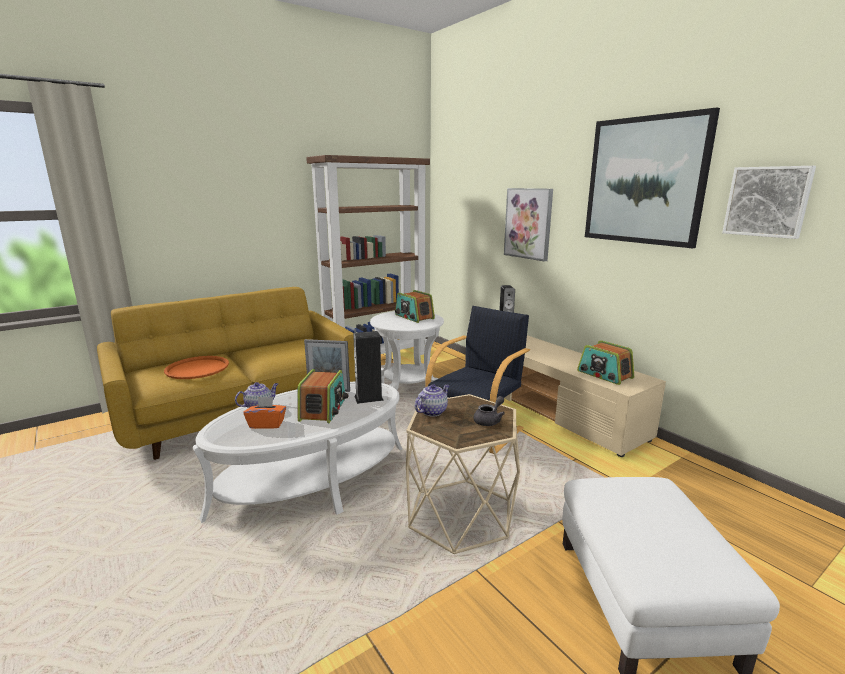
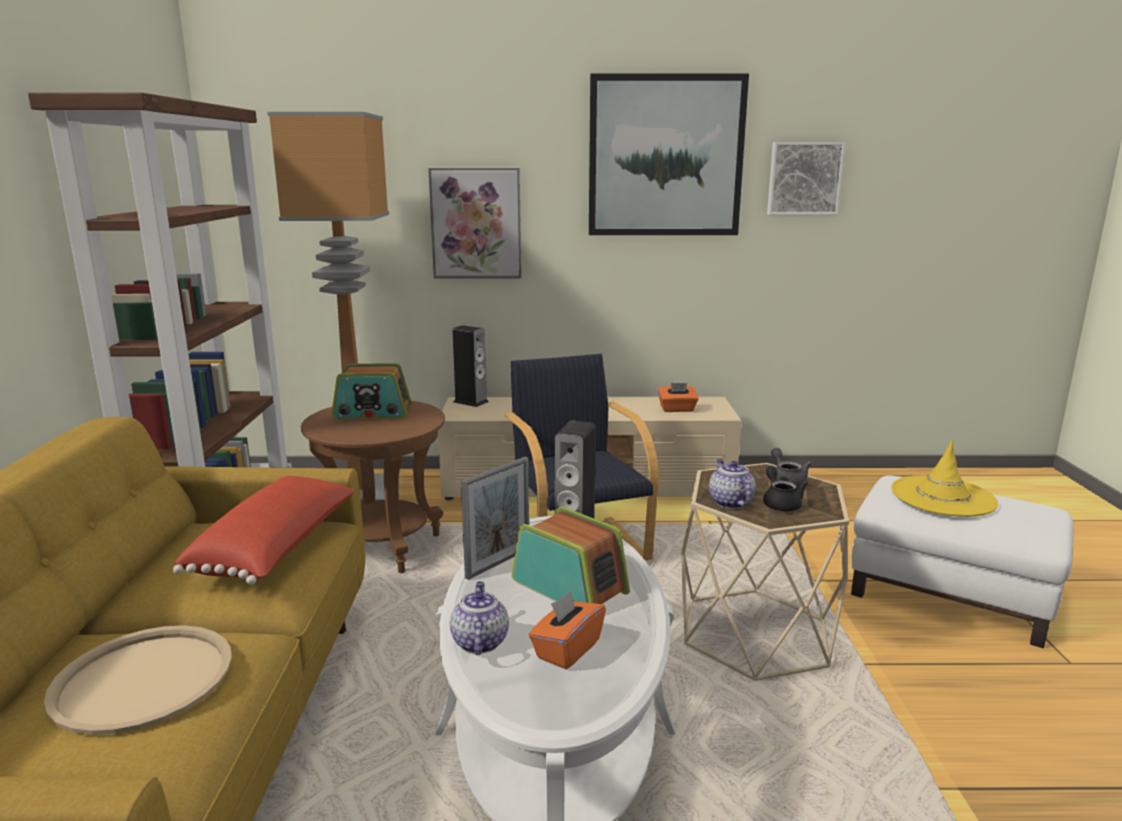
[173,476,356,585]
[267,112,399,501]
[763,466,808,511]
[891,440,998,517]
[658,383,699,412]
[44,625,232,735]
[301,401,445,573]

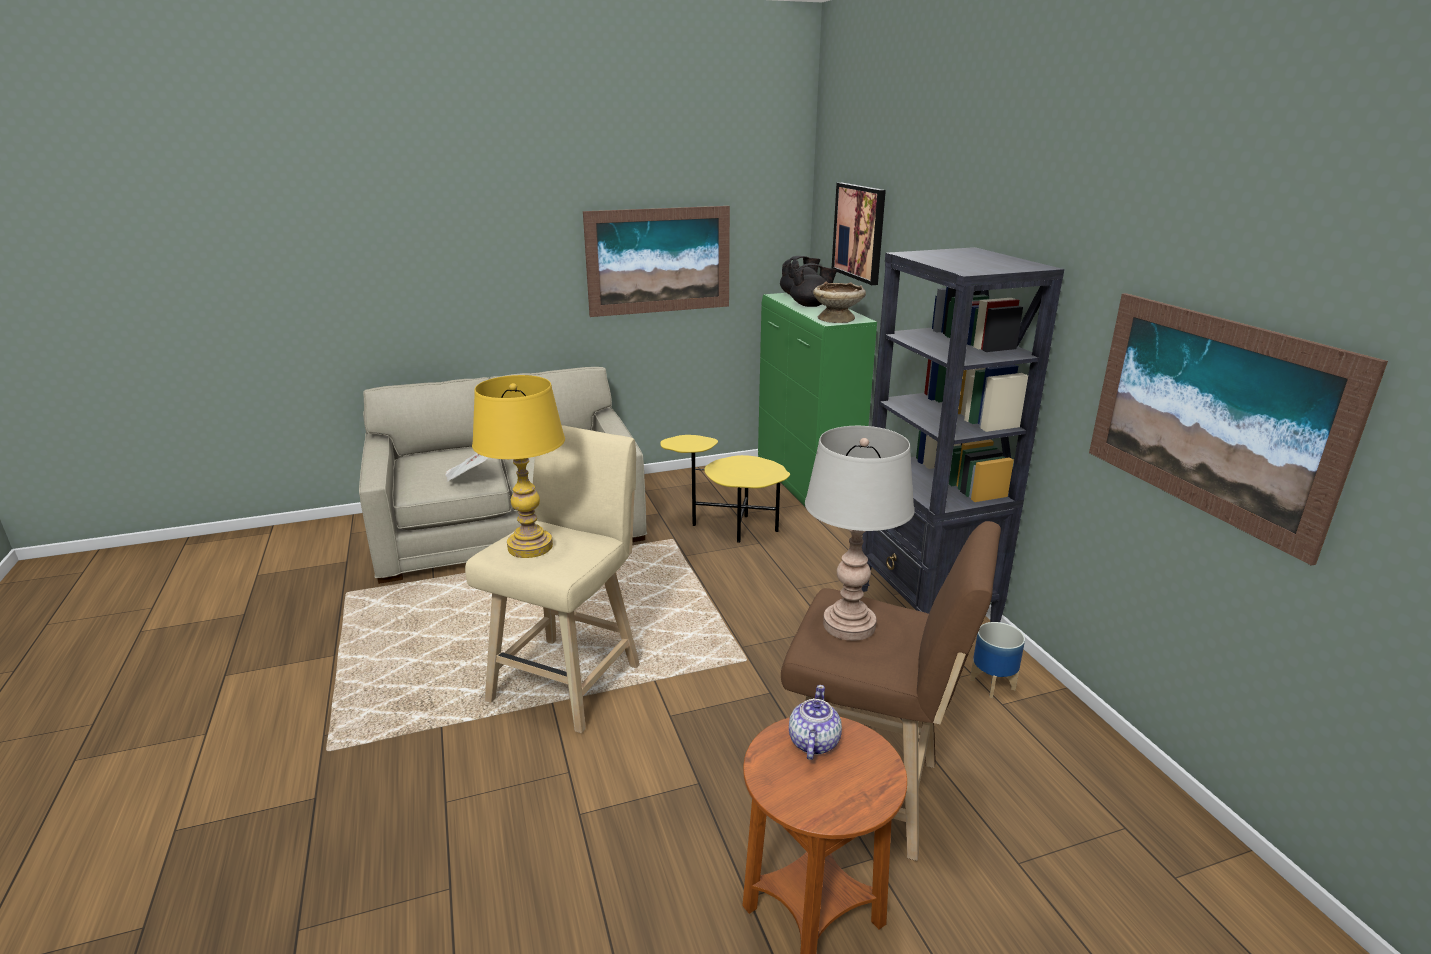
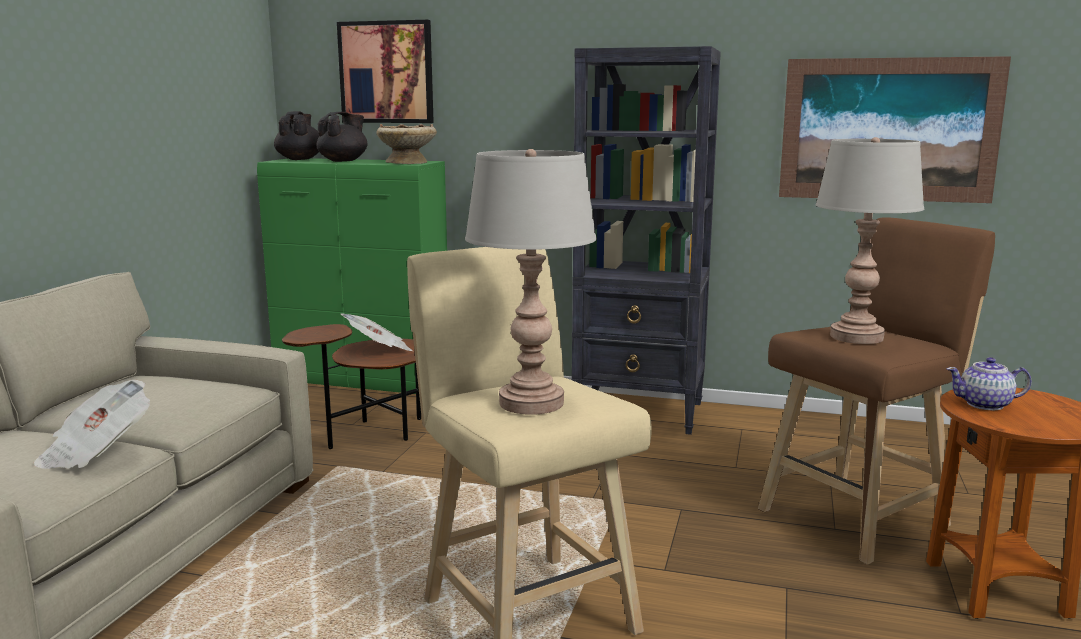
[583,206,730,317] (first image)
[970,622,1025,698] (first image)
[340,313,413,351]
[465,149,597,415]
[282,324,421,449]
[947,357,1032,410]

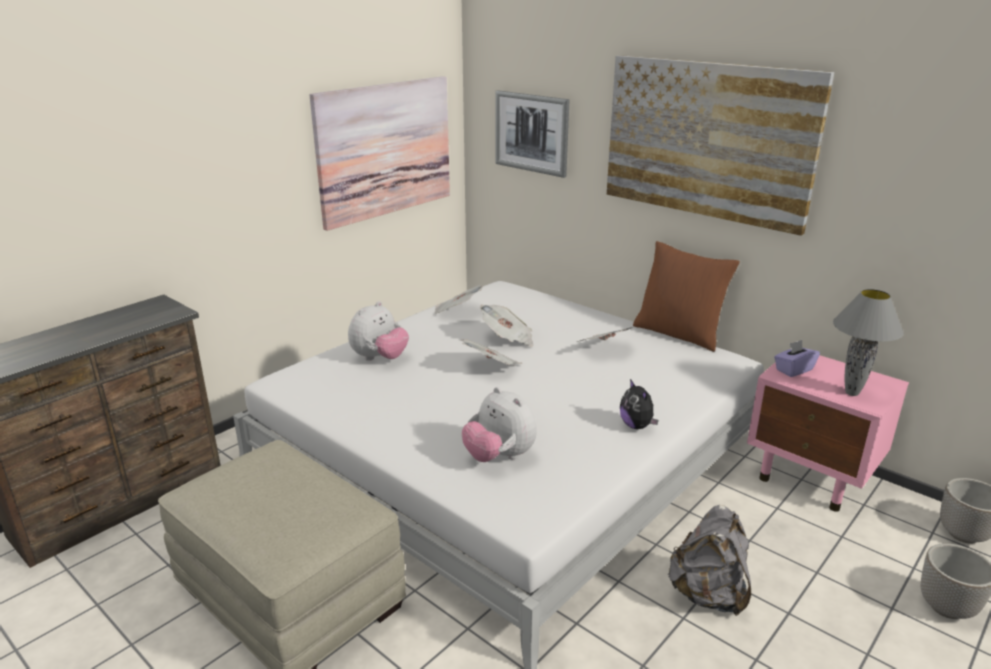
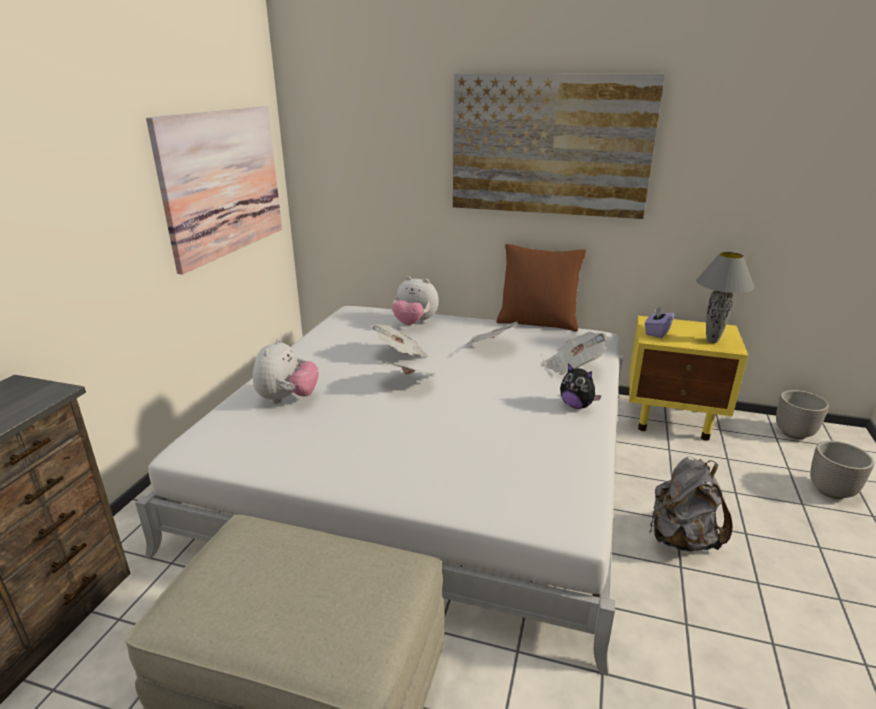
[496,90,569,178] (first image)
[543,332,608,375]
[392,276,439,325]
[629,316,748,441]

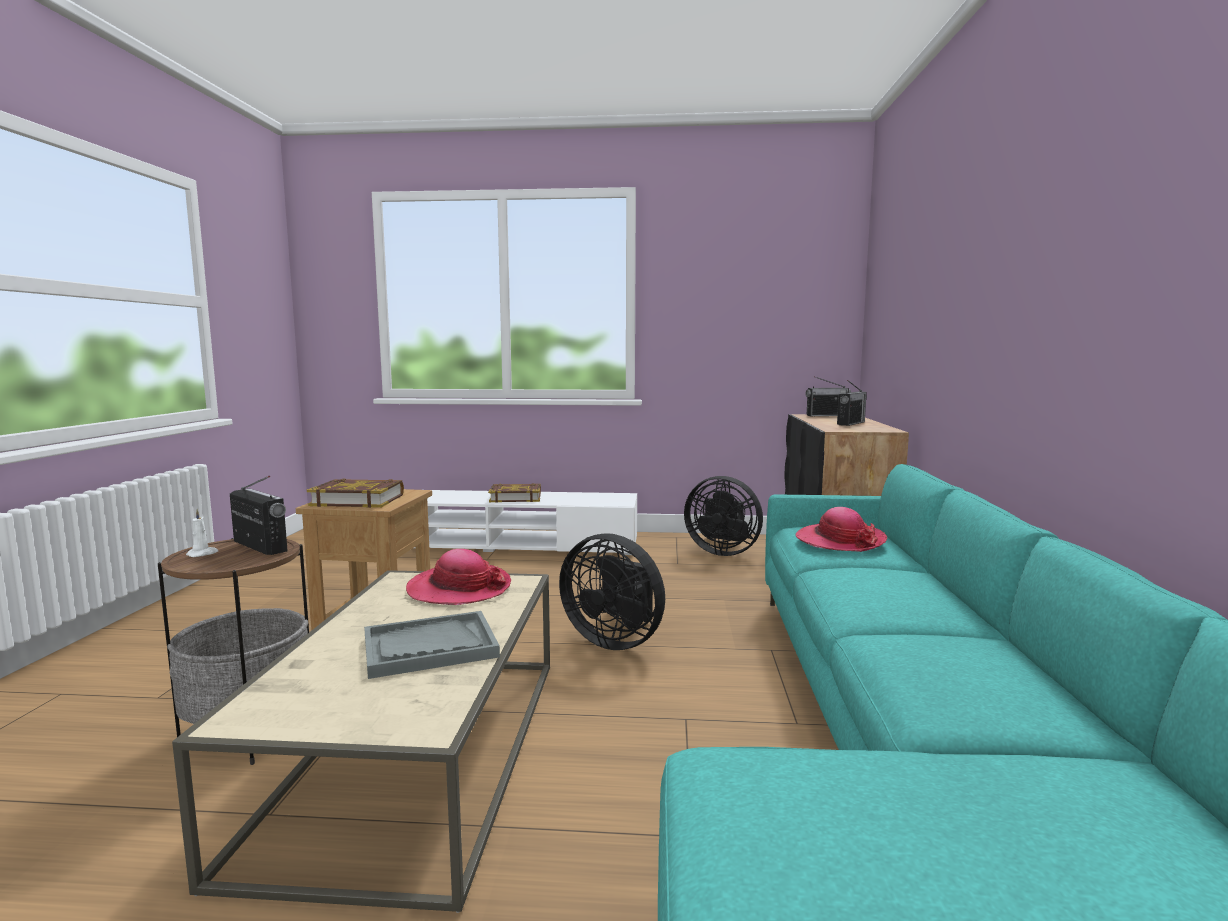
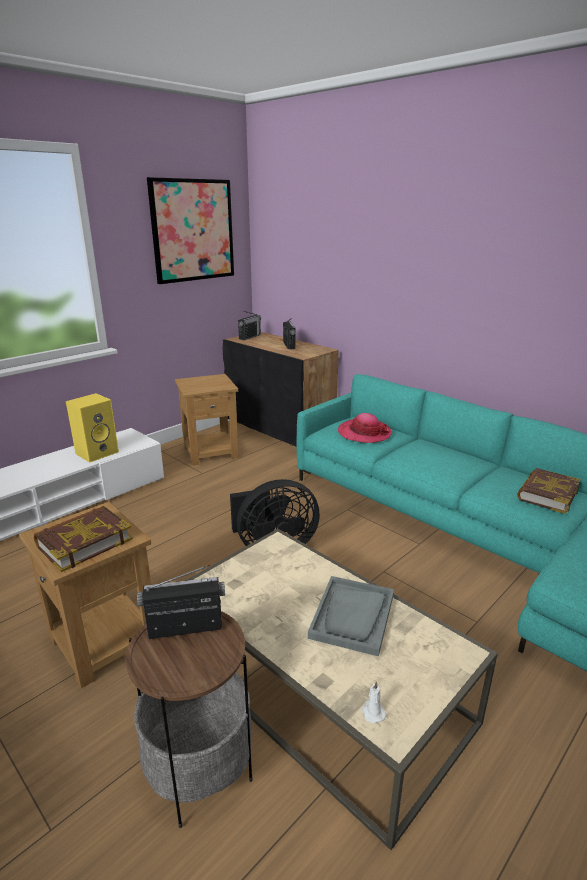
[406,549,511,605] (first image)
[66,393,119,463]
[147,177,234,284]
[362,681,386,723]
[517,468,581,514]
[175,374,239,465]

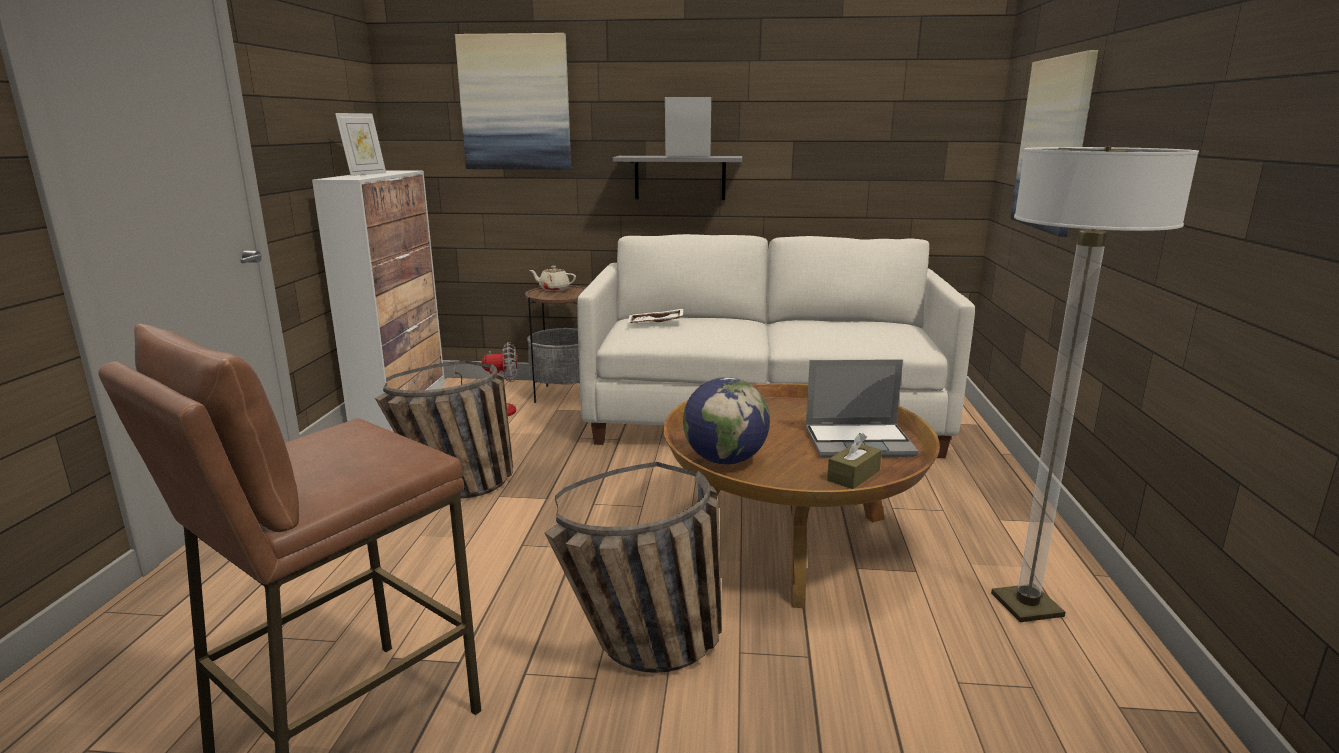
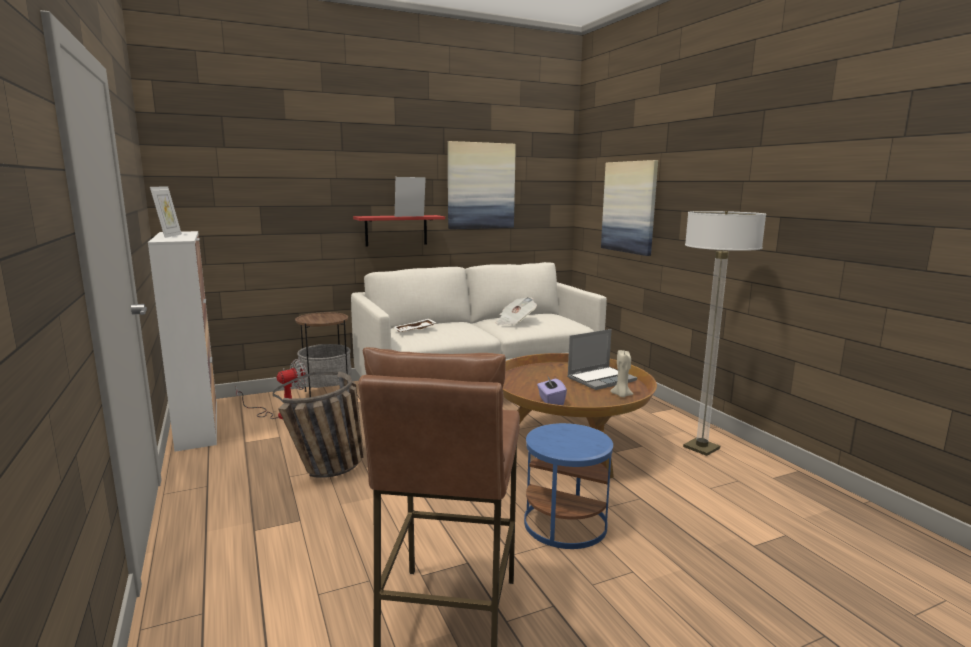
[530,266,576,291] (first image)
[495,297,537,325]
[448,141,516,229]
[524,423,613,549]
[537,375,567,405]
[610,350,633,397]
[353,215,445,247]

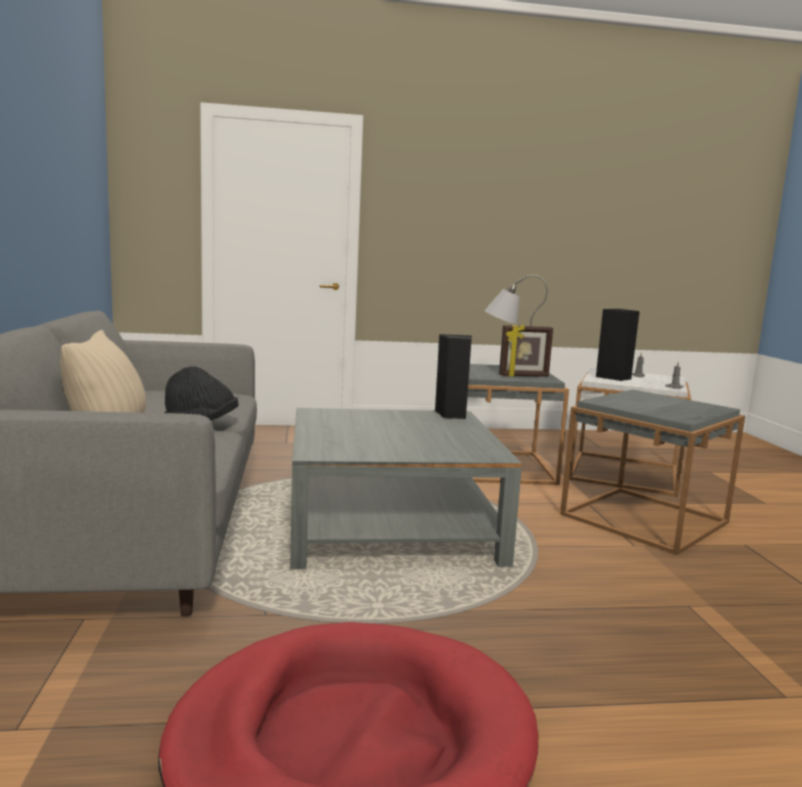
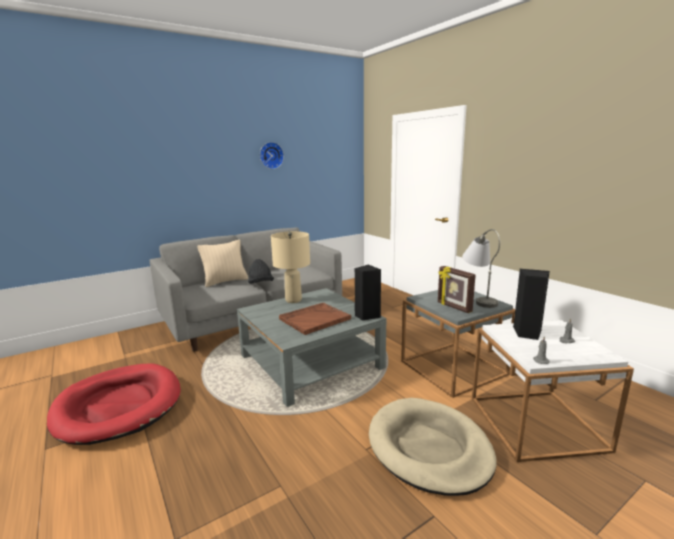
[260,142,284,169]
[271,231,310,303]
[279,303,351,335]
[369,398,496,496]

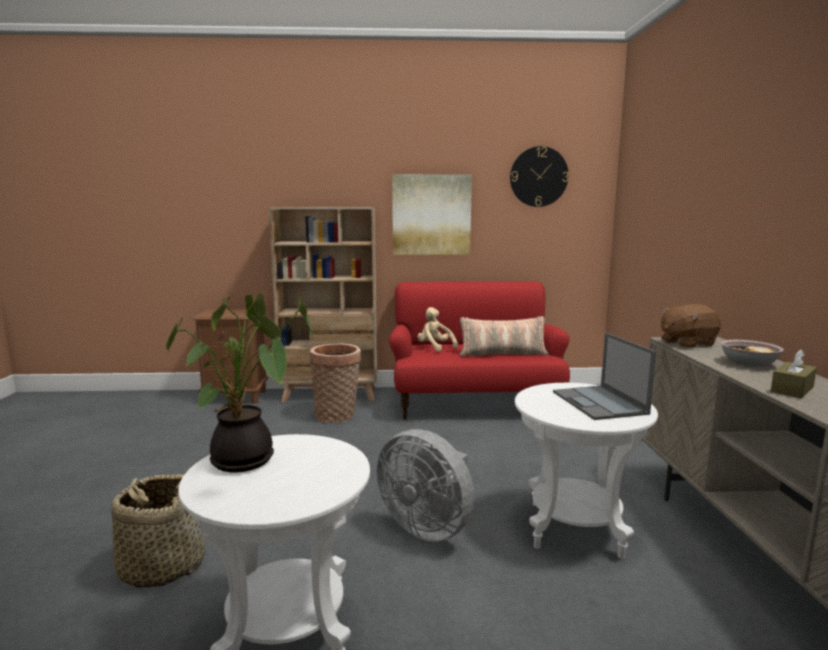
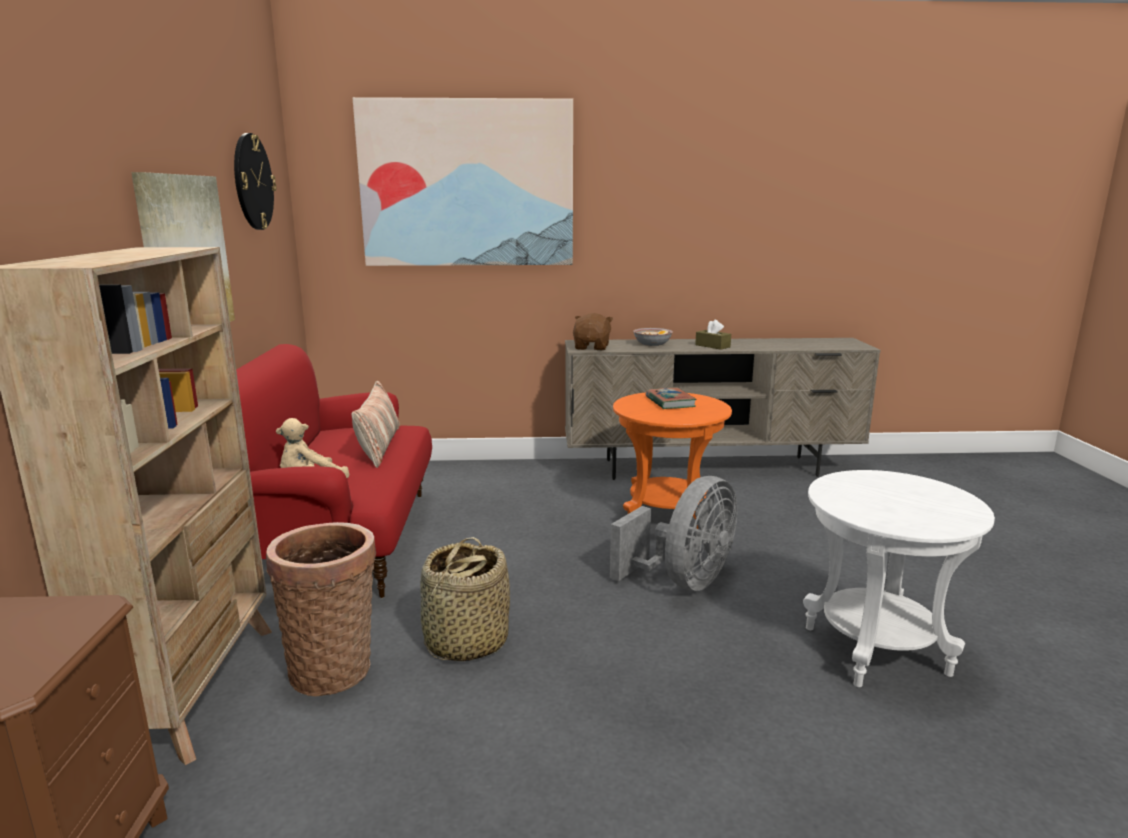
[166,294,314,472] (first image)
[353,97,573,266]
[420,537,510,661]
[646,388,697,409]
[613,393,732,529]
[573,313,613,350]

